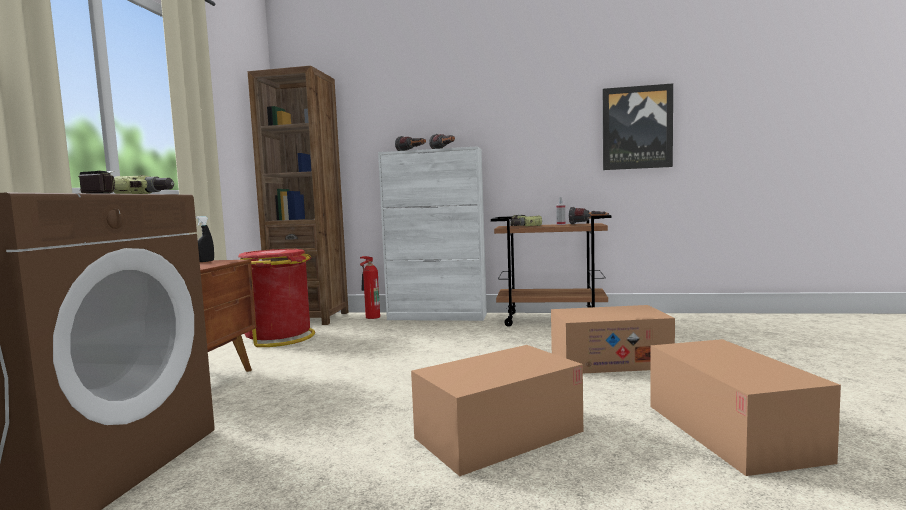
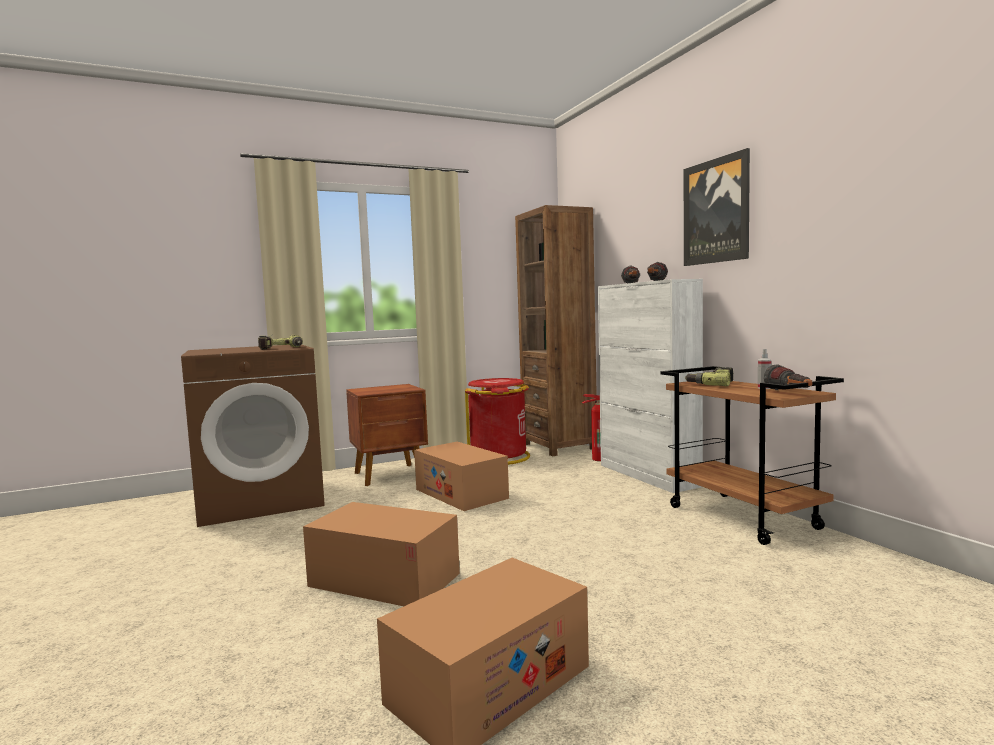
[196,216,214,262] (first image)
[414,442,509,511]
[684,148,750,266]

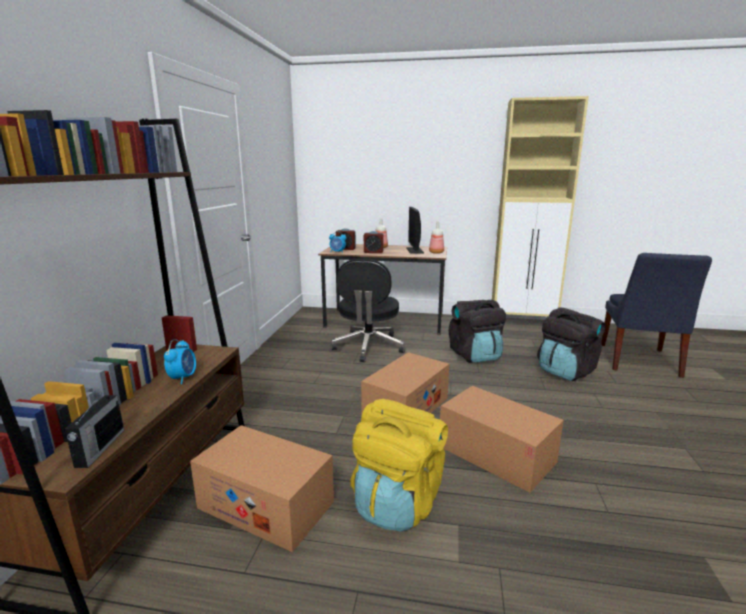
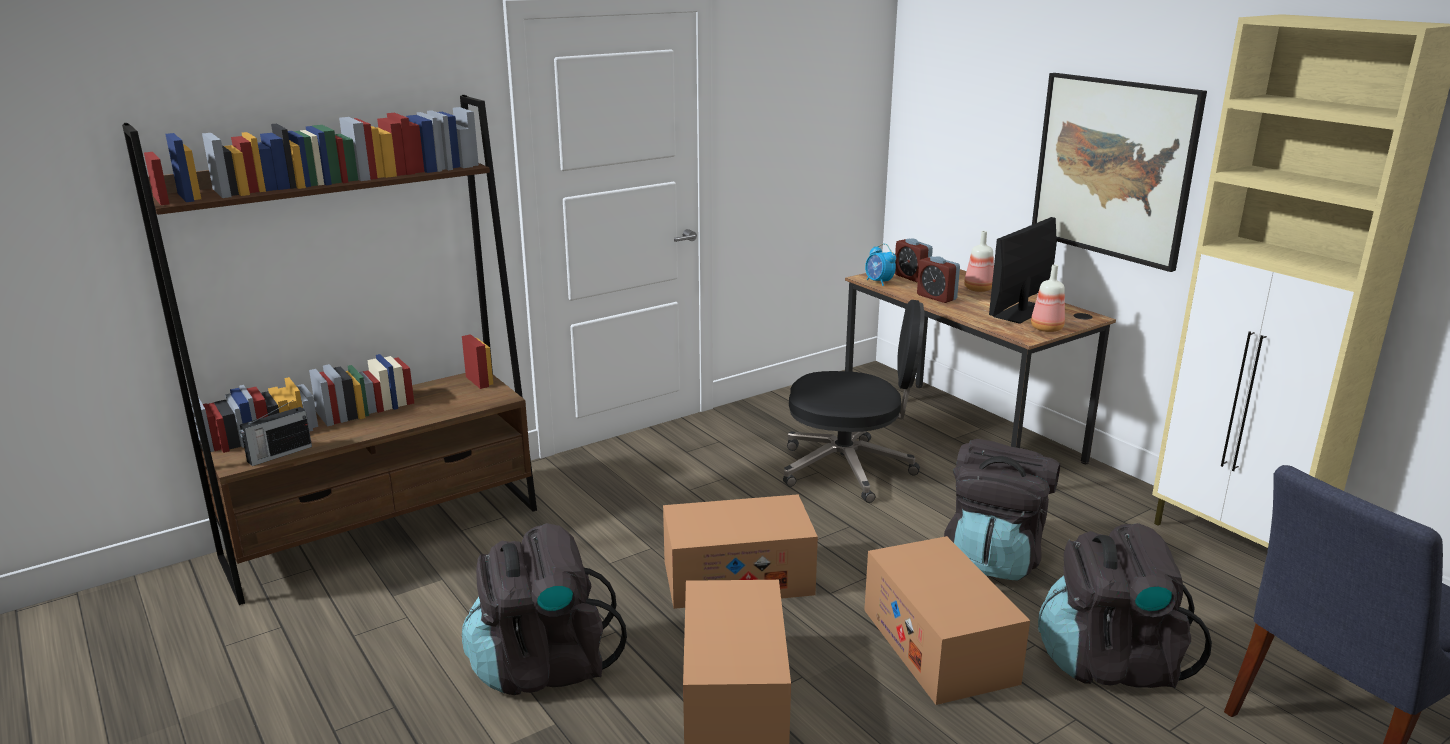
[164,339,196,384] (first image)
[1032,73,1207,272]
[864,536,1030,705]
[462,523,627,695]
[783,300,925,503]

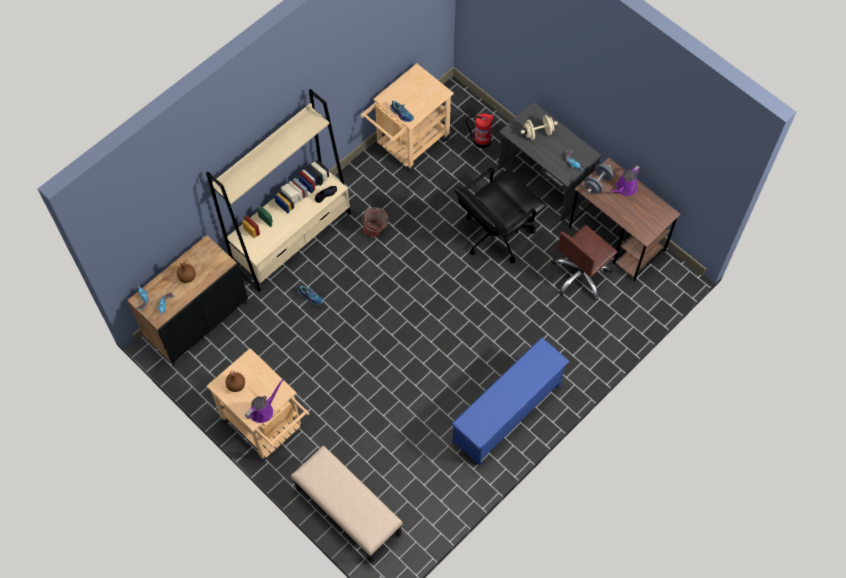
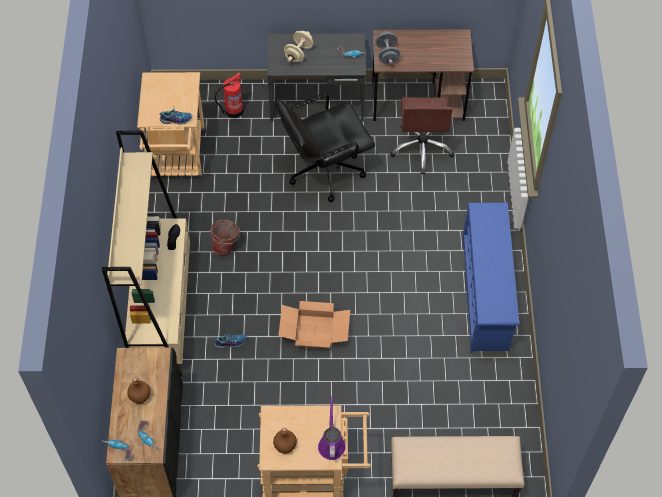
[610,166,640,196] (first image)
[278,301,350,349]
[275,93,375,202]

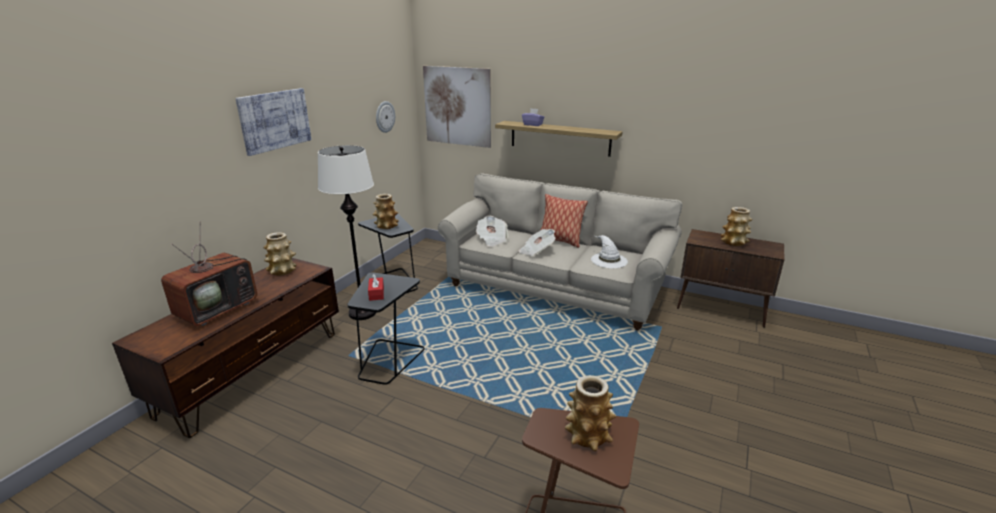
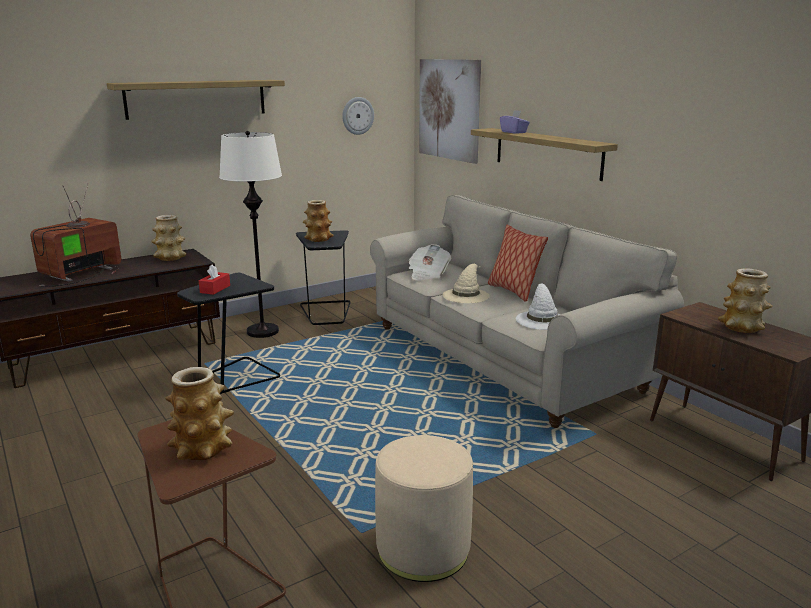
[375,435,473,582]
[107,80,285,120]
[443,264,490,303]
[30,183,121,287]

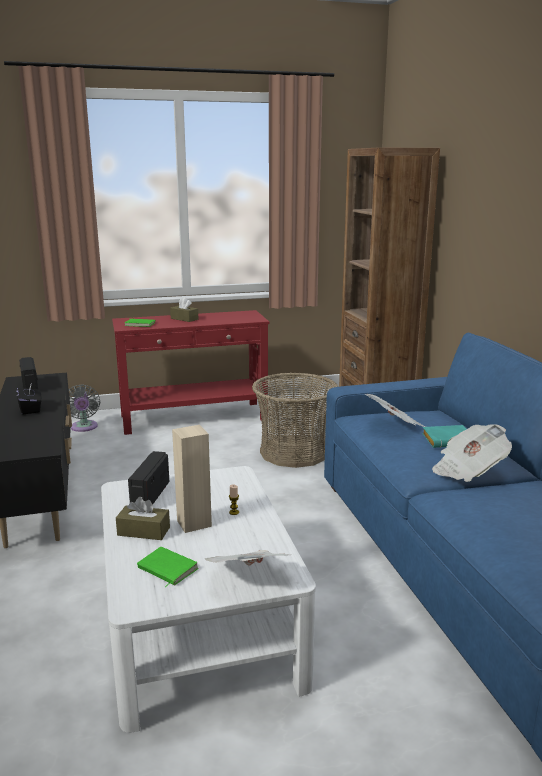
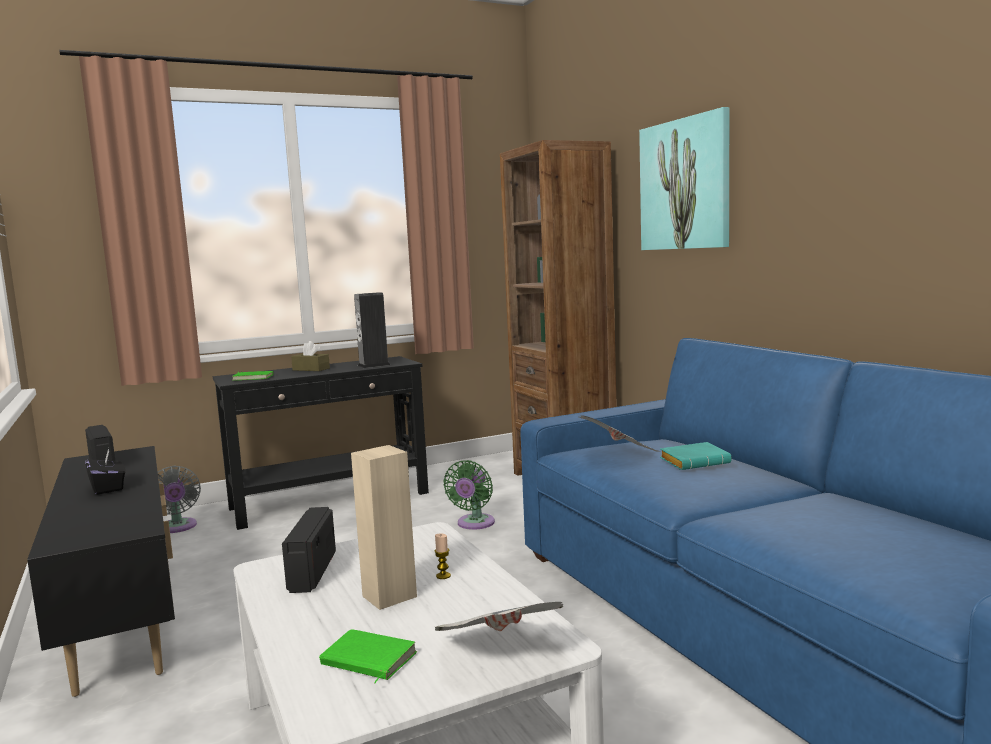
[116,497,170,540] (first image)
[432,424,512,482] (first image)
[354,292,390,368]
[639,107,729,250]
[444,460,495,530]
[213,356,429,530]

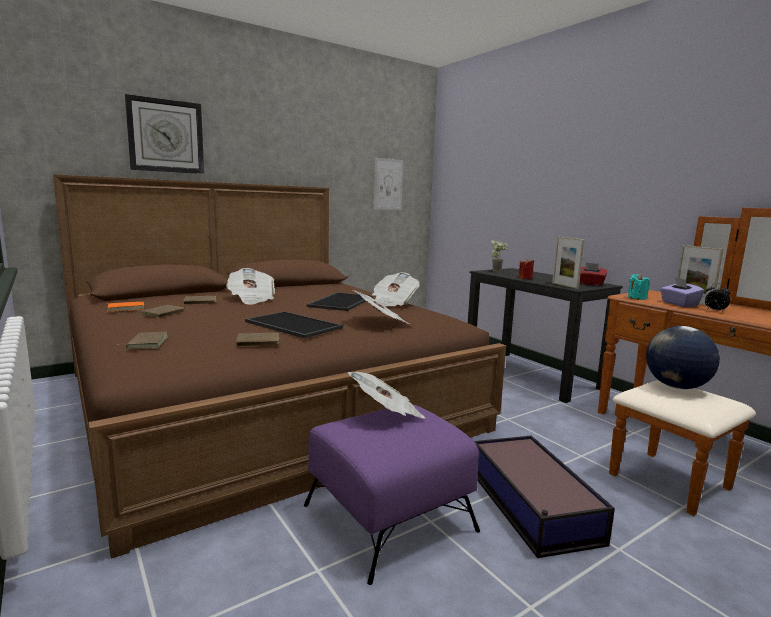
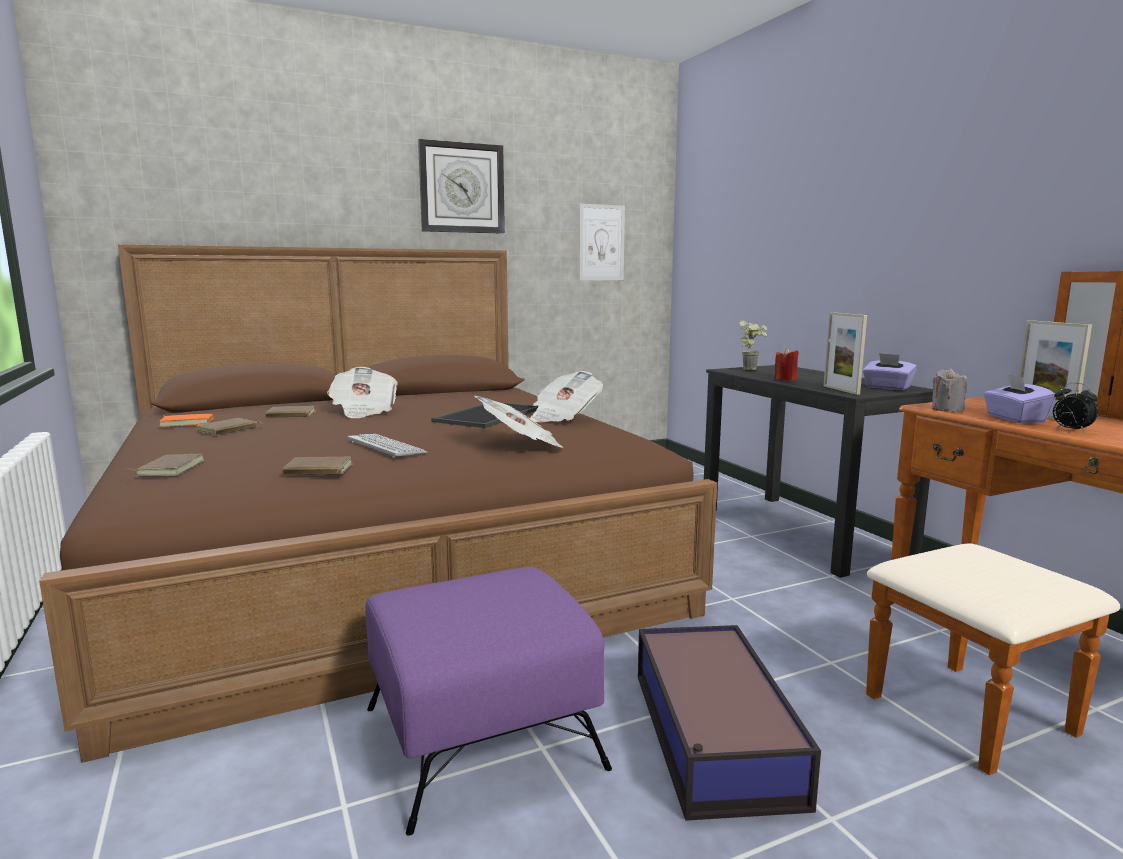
[348,372,426,419] (first image)
[646,326,720,389] (first image)
[418,139,505,234]
[348,434,427,458]
[863,353,917,390]
[932,368,968,412]

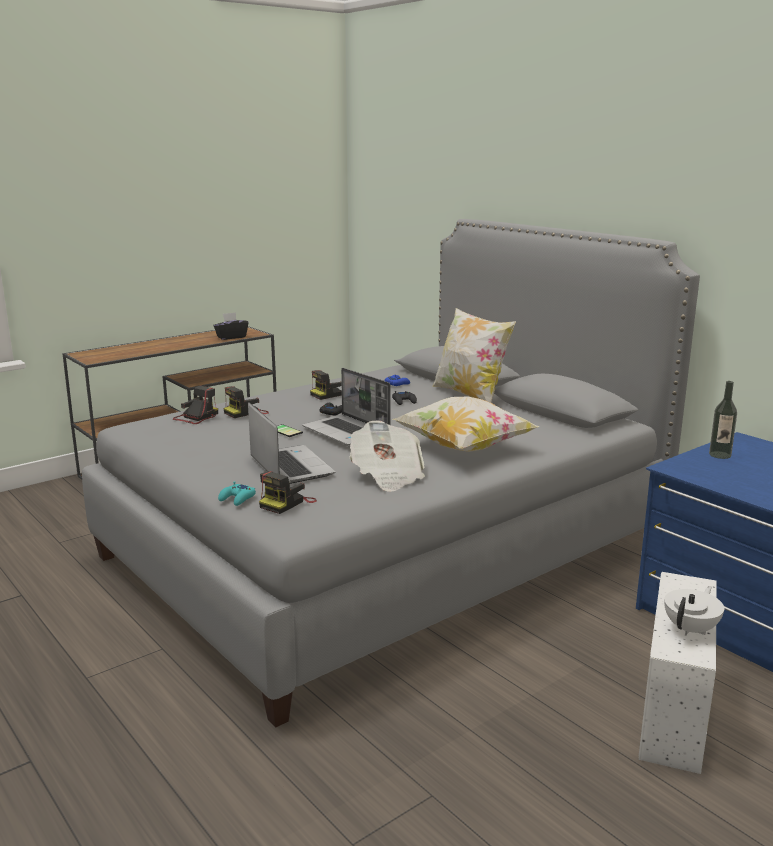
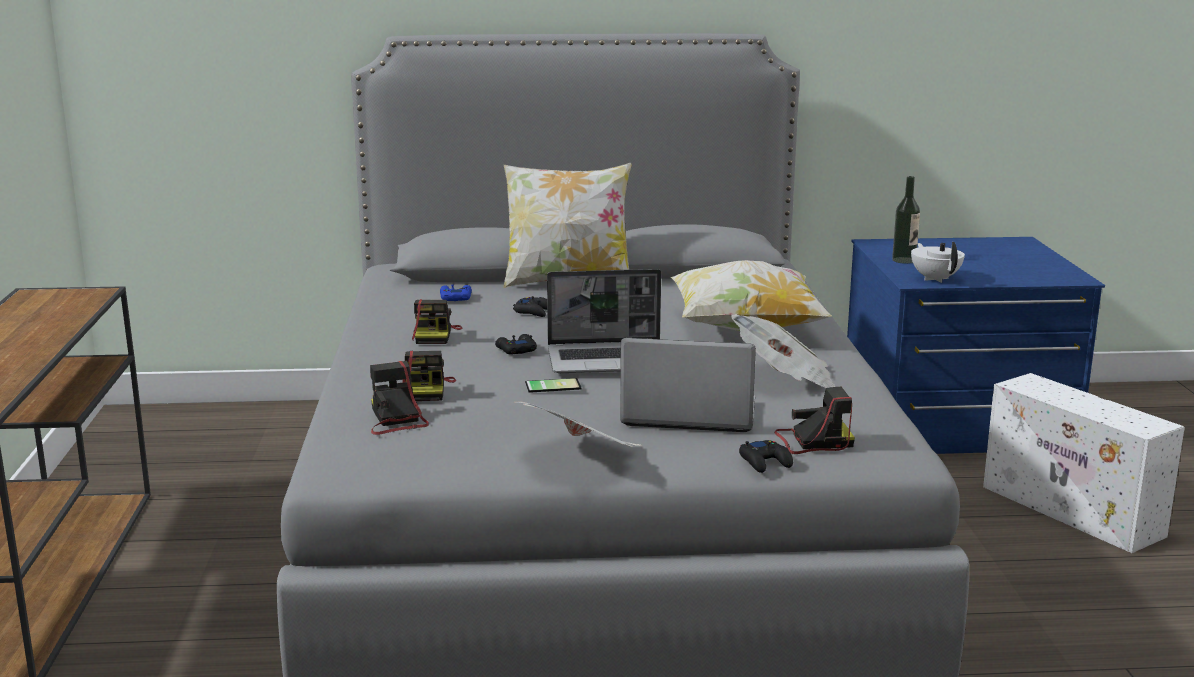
[213,312,248,340] (first image)
[517,401,641,447]
[911,242,965,283]
[739,440,793,473]
[774,387,855,454]

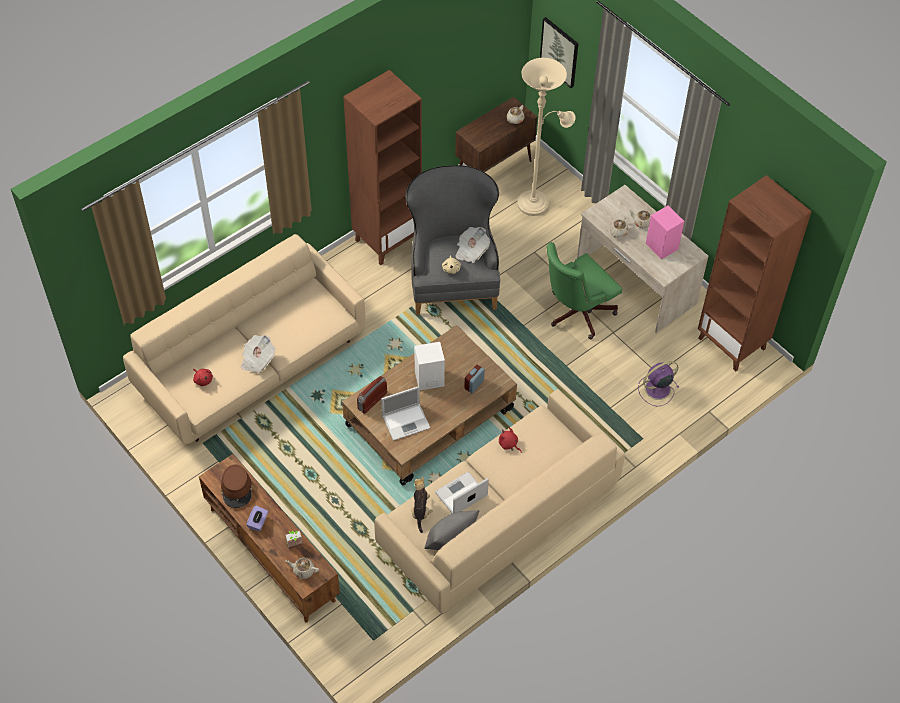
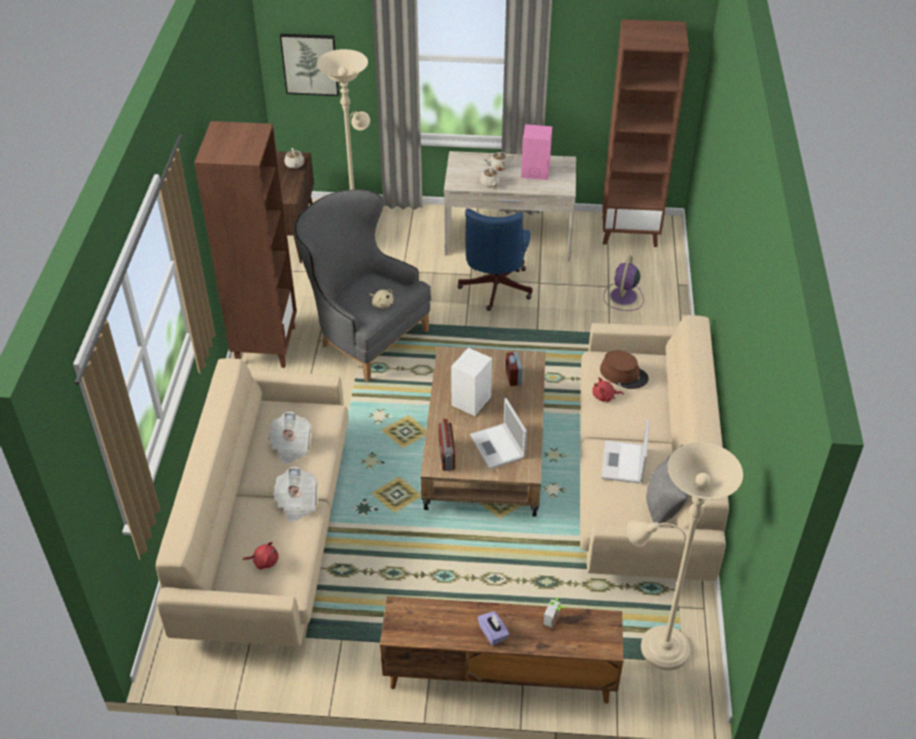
[285,558,319,579] (first image)
[412,476,433,533] (first image)
[627,442,743,670]
[600,350,649,389]
[268,412,312,464]
[457,208,533,311]
[470,398,527,469]

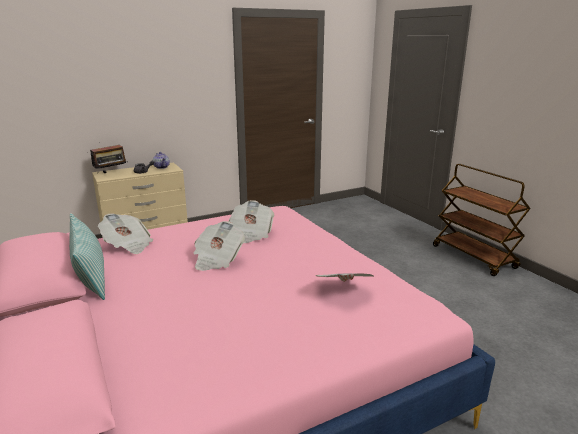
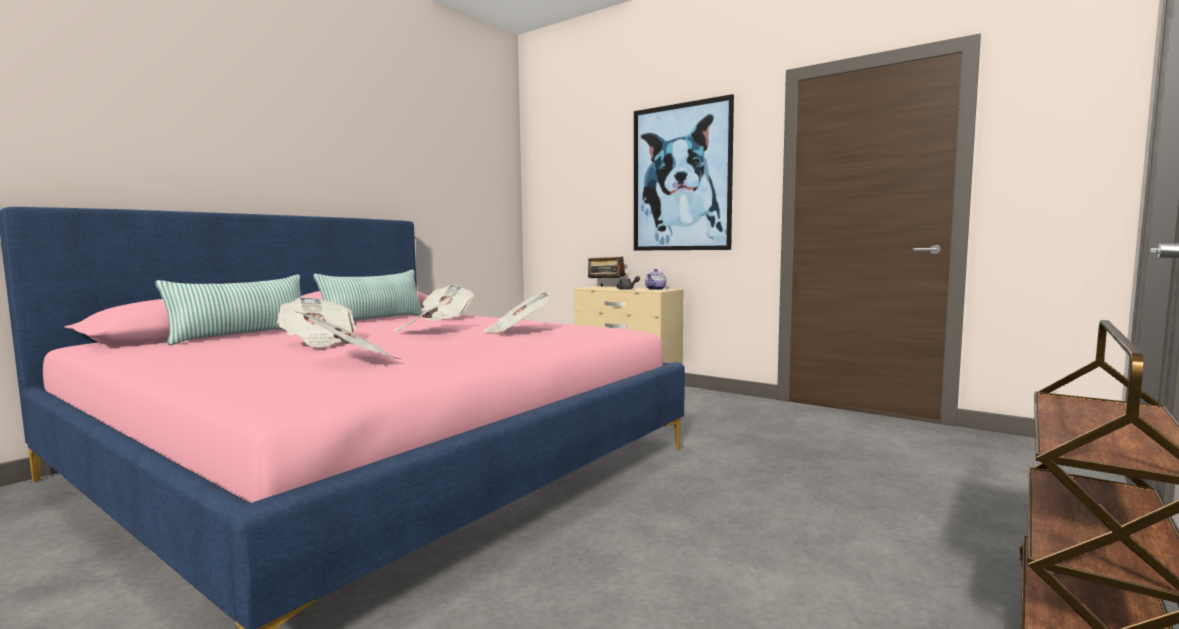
[155,275,301,345]
[277,297,356,347]
[634,94,734,250]

